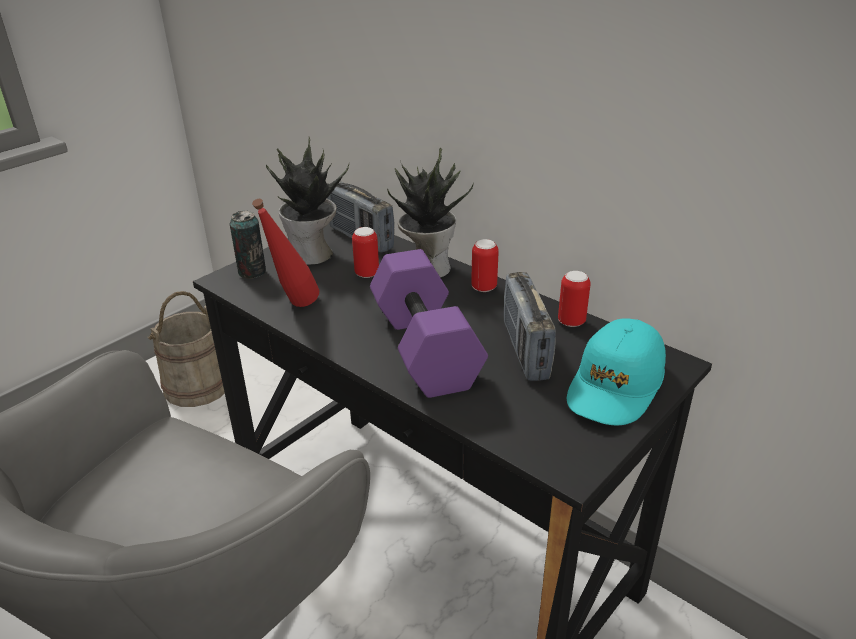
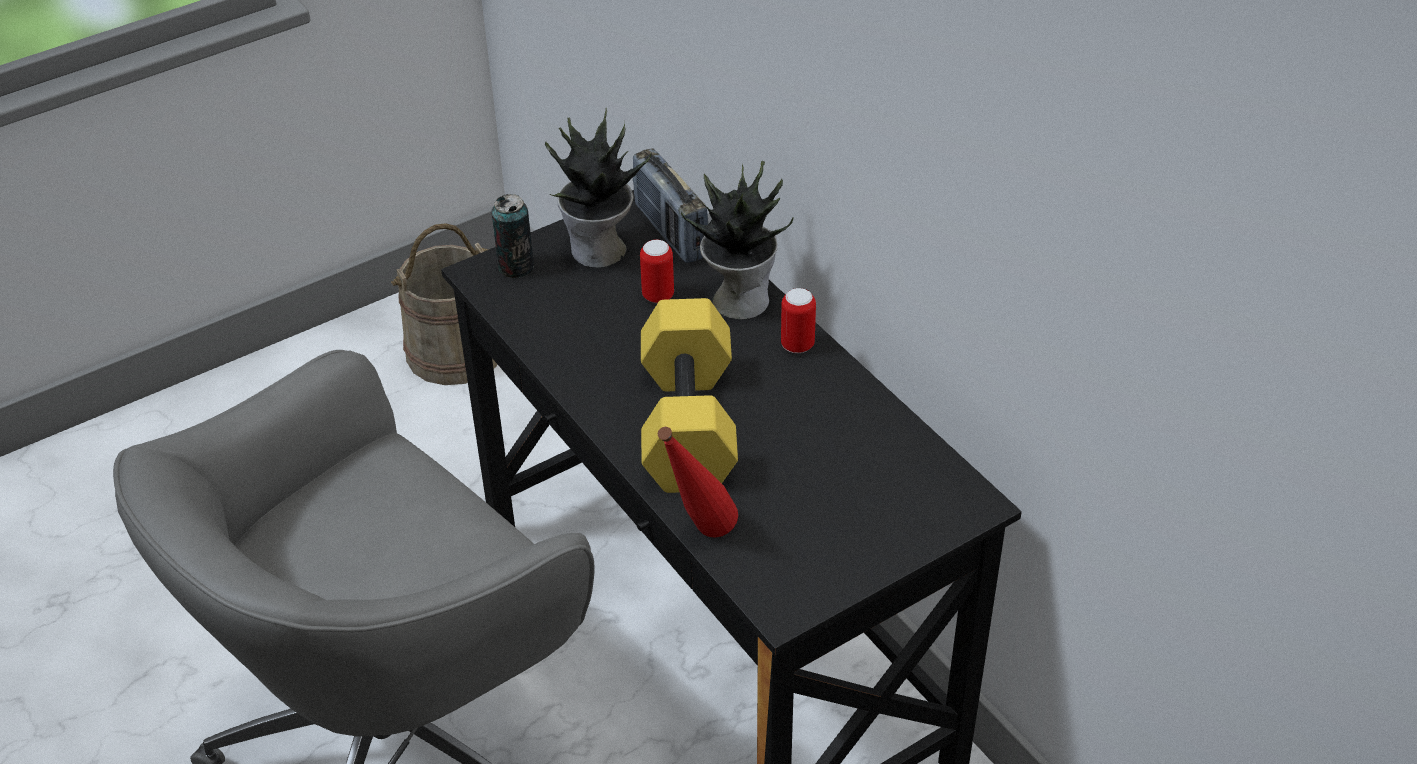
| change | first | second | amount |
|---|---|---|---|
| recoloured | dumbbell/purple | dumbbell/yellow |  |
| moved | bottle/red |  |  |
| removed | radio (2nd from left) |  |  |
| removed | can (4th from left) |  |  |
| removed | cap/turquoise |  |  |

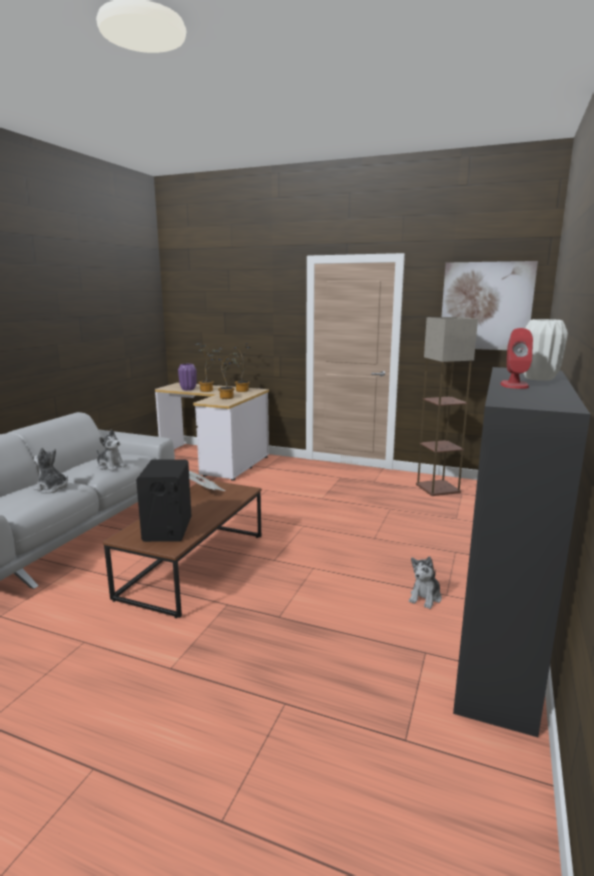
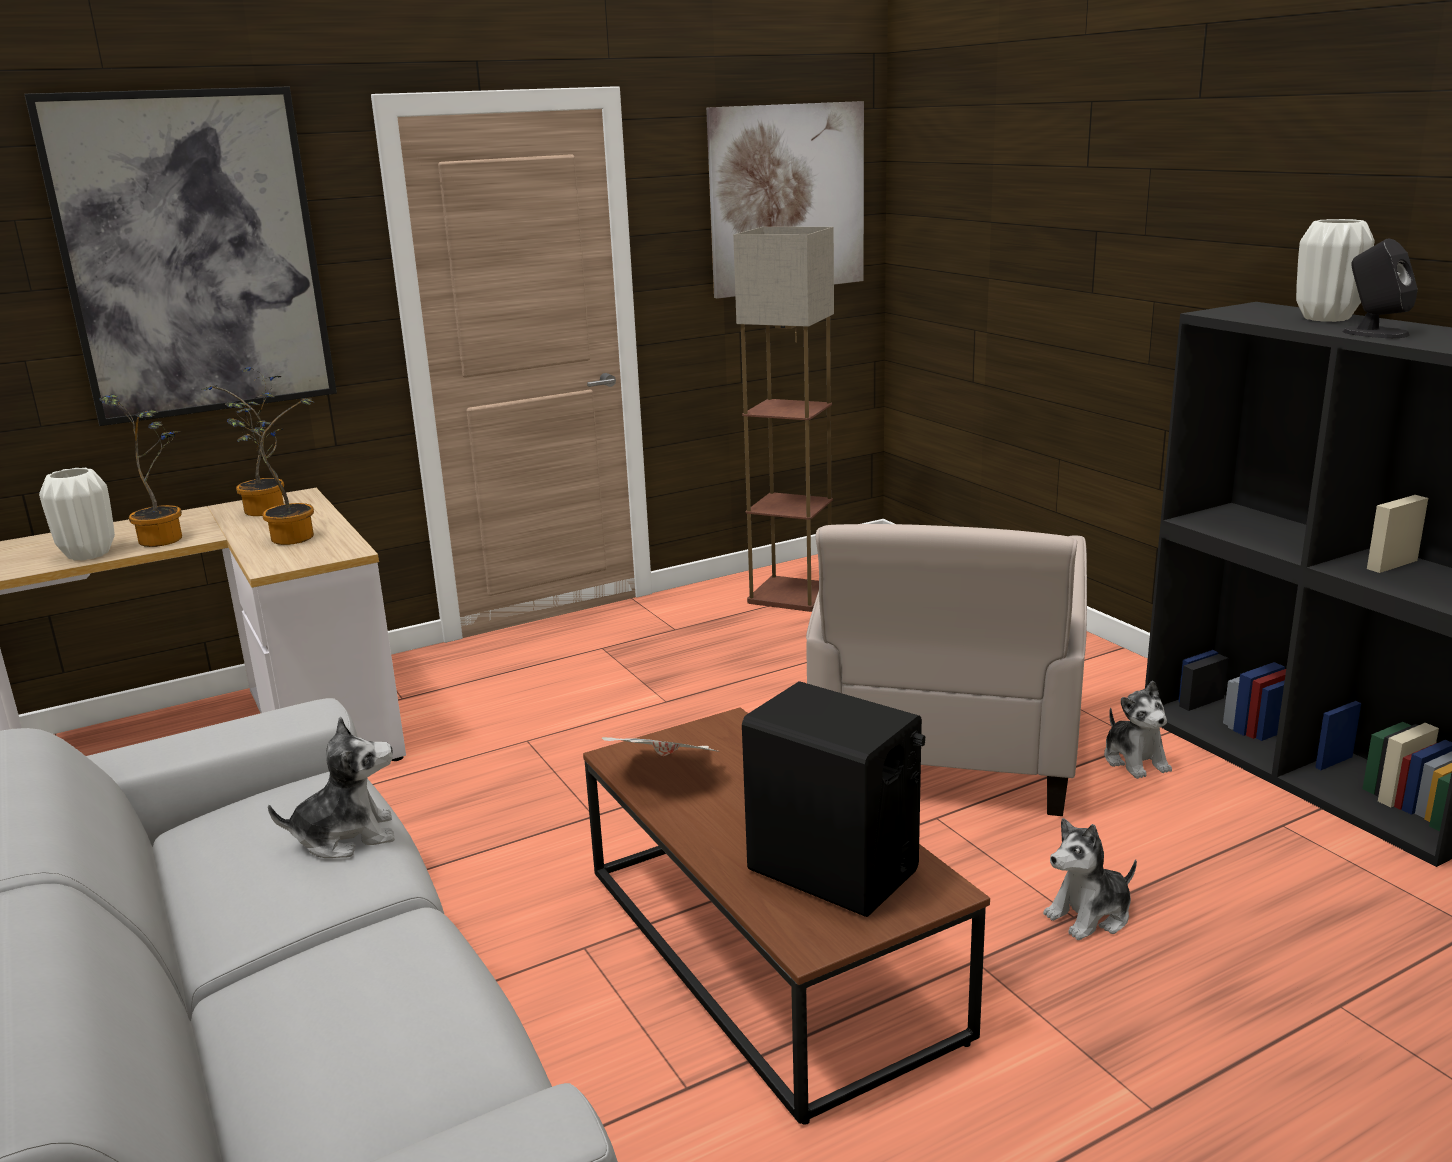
| change | first | second | amount |
|---|---|---|---|
| added |  | picture (1st from left) |  |
| recoloured | vase/purple | vase/white (1st from left) |  |
| added |  | armchair/beige |  |
| moved | plush toy (1st from left in the first image) | plush toy (2nd from left) |  |
| recoloured | speaker/red | speaker/black (2nd from left) |  |

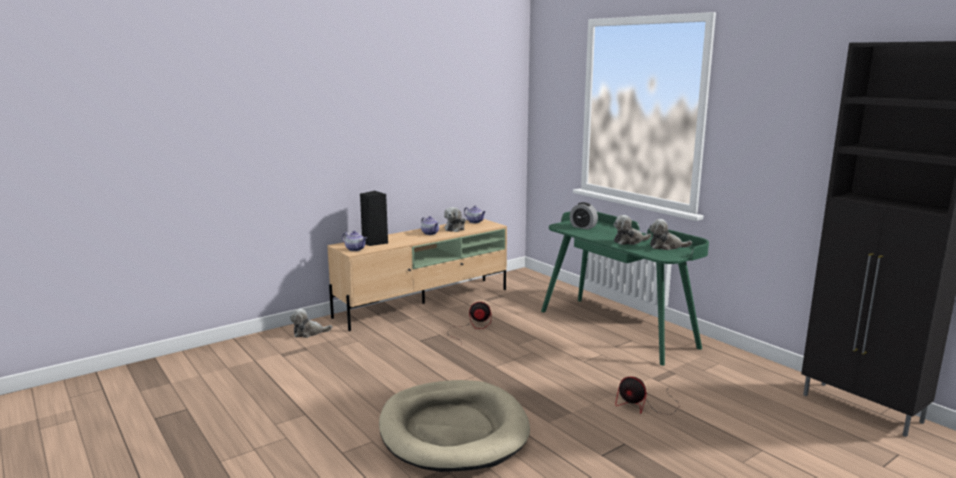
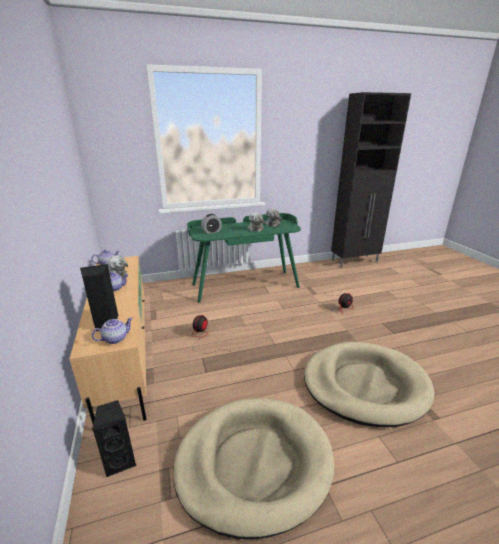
| change | first | second | amount |
|---|---|---|---|
| replaced | plush toy (1st from left) | speaker/black (2nd from left) |  |
| added |  | dog bed/beige (1st from left) |  |

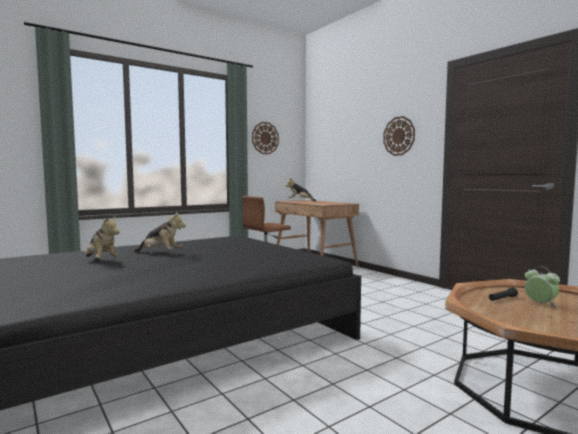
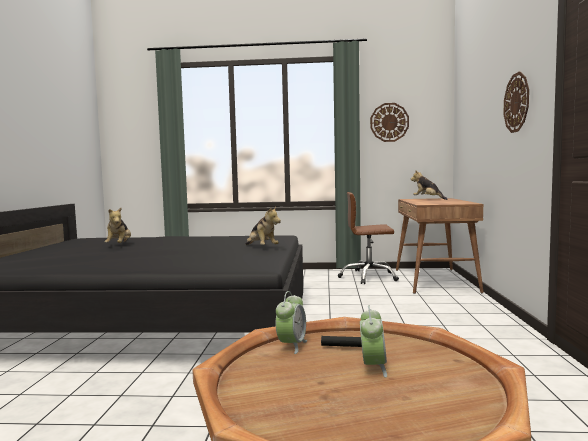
| change | first | second | amount |
|---|---|---|---|
| moved | plush toy (2nd from left) |  |  |
| added |  | alarm clock (1st from left) |  |

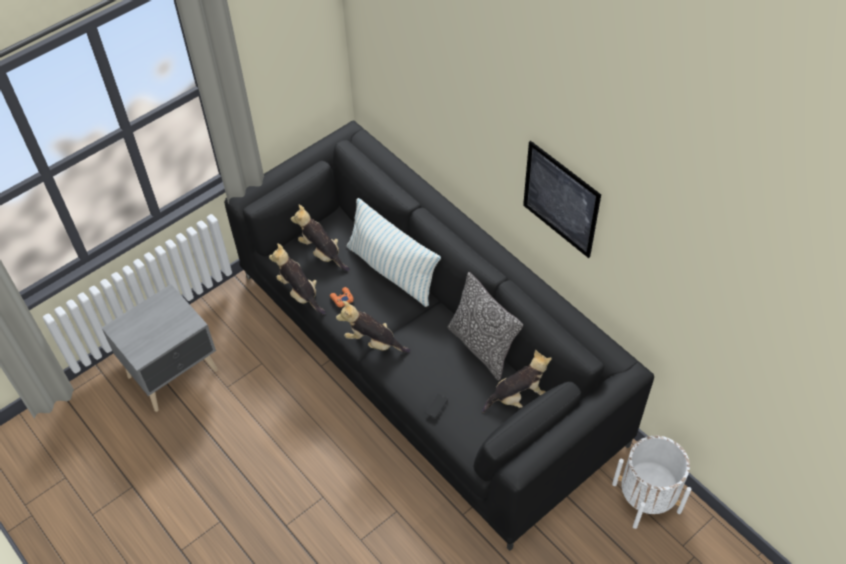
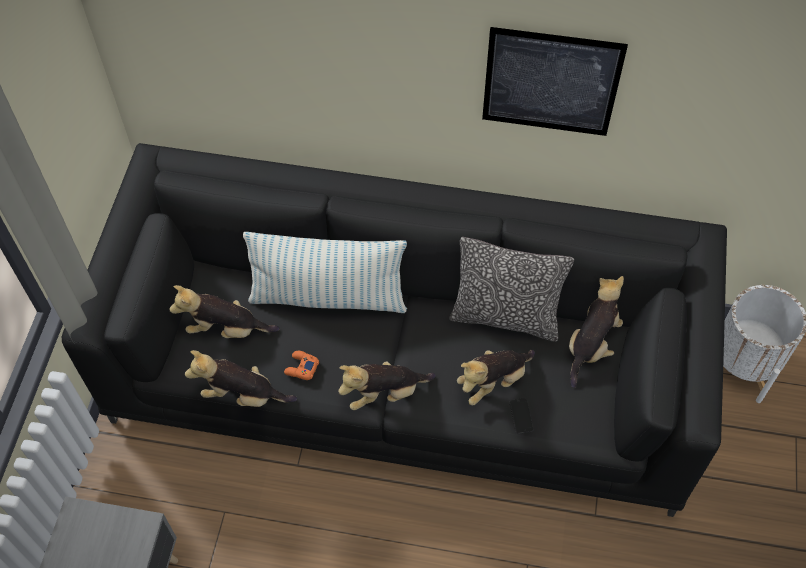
| change | first | second | amount |
|---|---|---|---|
| added |  | plush toy (4th from left) |  |

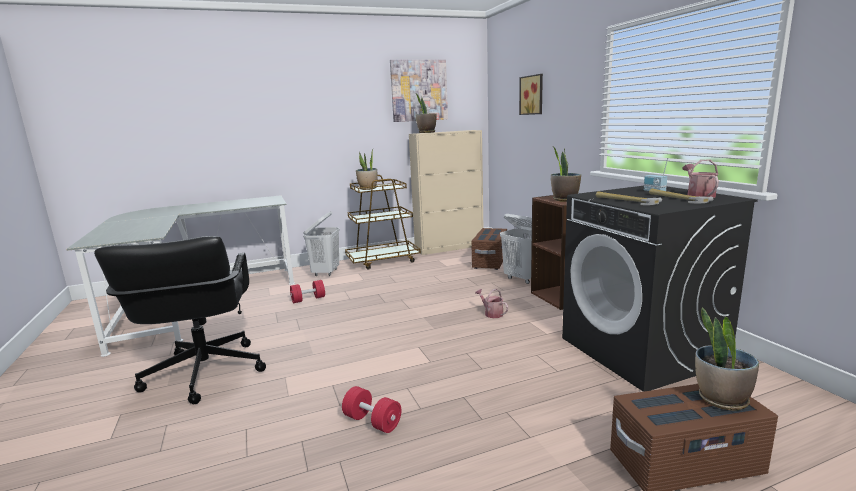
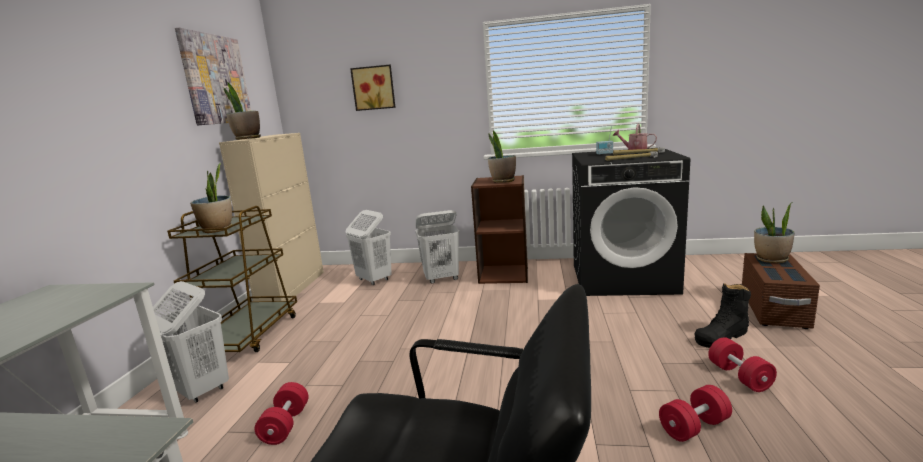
| change | first | second | amount |
|---|---|---|---|
| replaced | storage box/brown (1st from left) | laundry basket/white (2nd from left) |  |
| added |  | boot/black |  |
| added |  | dumbbell/red (3rd from left) |  |
| removed | watering can (1st from left) |  |  |

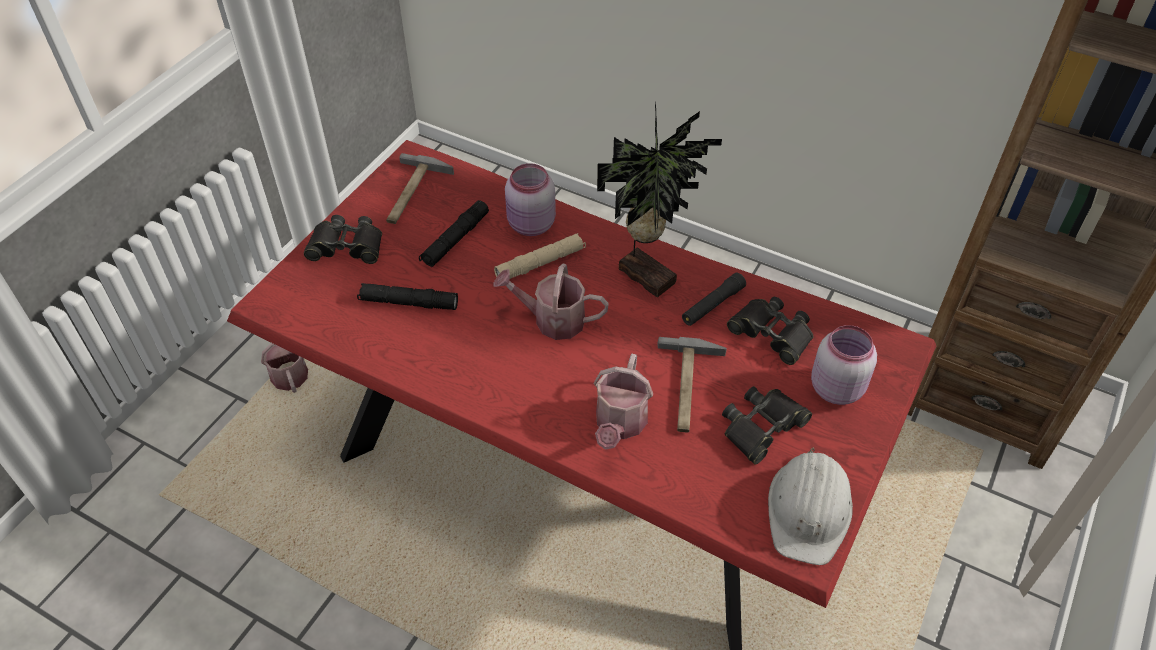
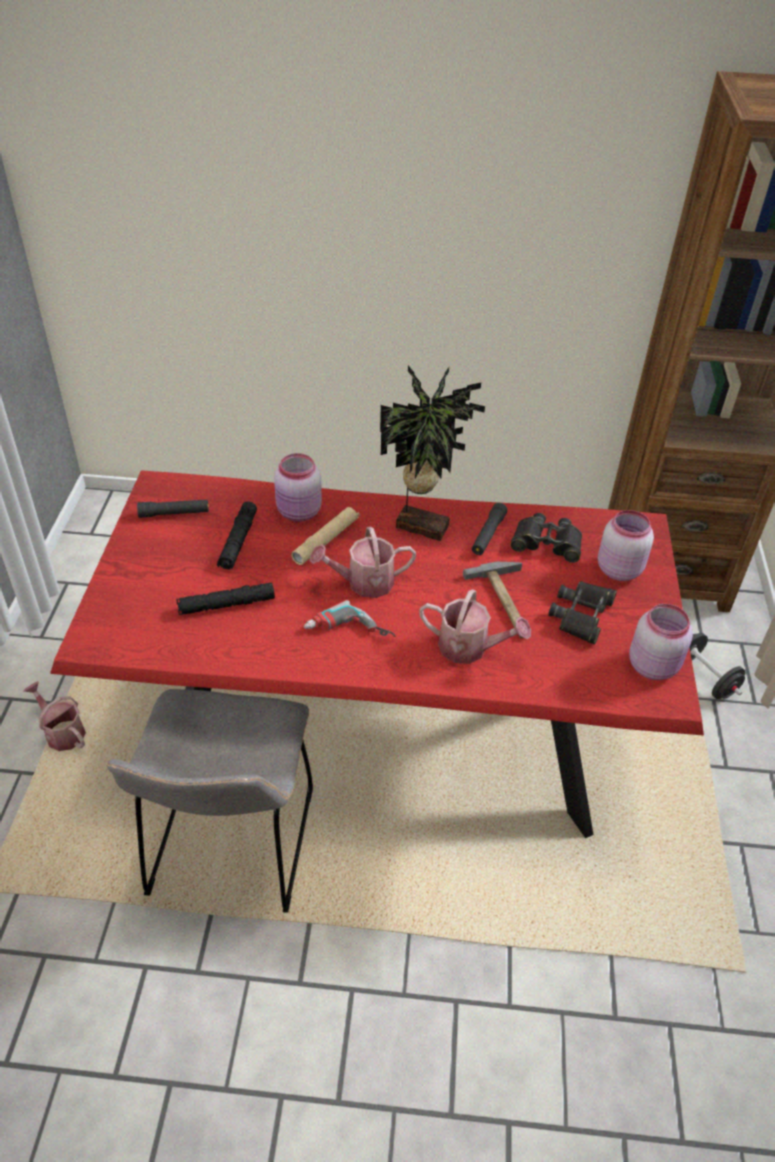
| change | first | second | amount |
|---|---|---|---|
| added |  | chair/grey |  |
| replaced | hammer (1st from left) | flashlight/black (1st from left) |  |
| added |  | power drill |  |
| turned | watering can (3rd from left) |  | 60 degrees counterclockwise |
| replaced | hard hat/white | jar/pink (3rd from left) |  |
| added |  | dumbbell/black |  |
| removed | binoculars/black (1st from left) |  |  |

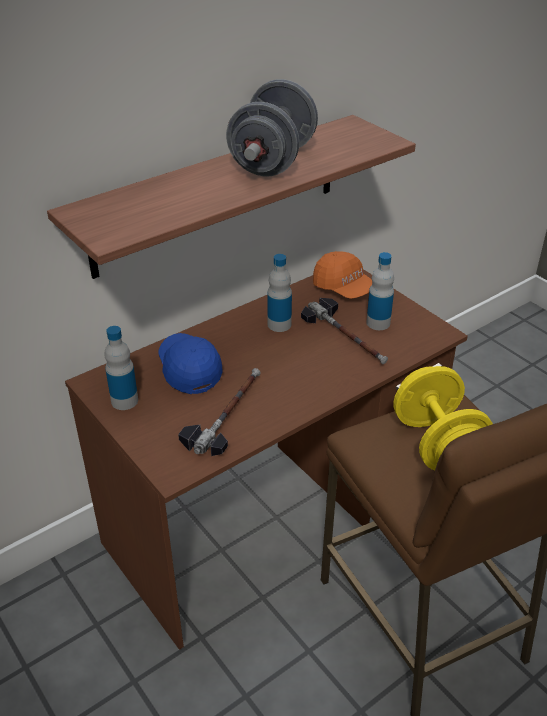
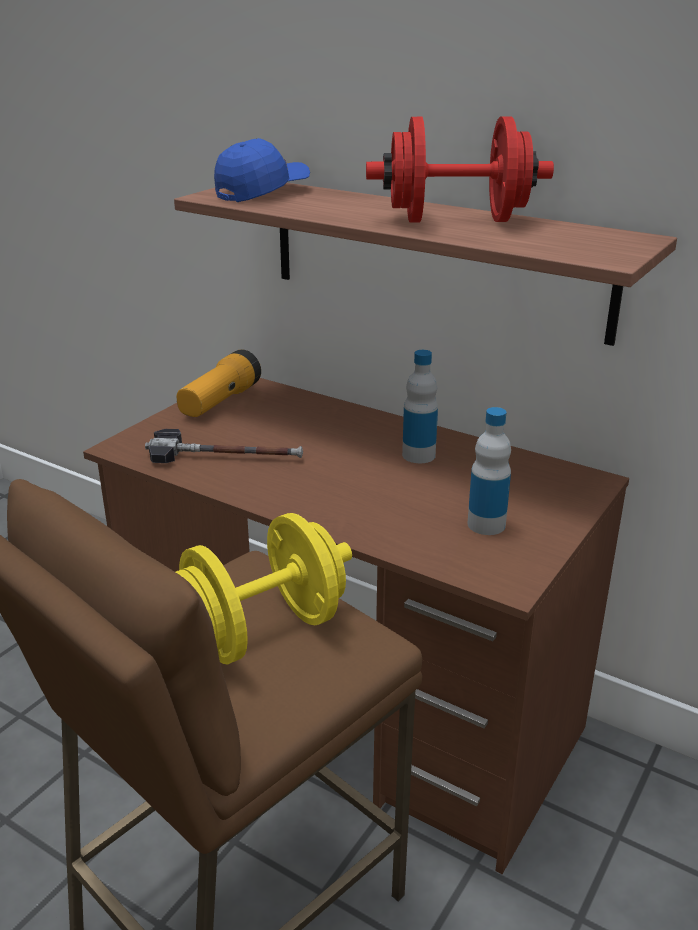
| change | first | second | amount |
|---|---|---|---|
| replaced | bottle (1st from left) | flashlight |  |
| moved | cap/blue |  |  |
| recoloured | dumbbell/grey | dumbbell/red |  |
| removed | hammer (2nd from left) |  |  |
| removed | cap/orange |  |  |

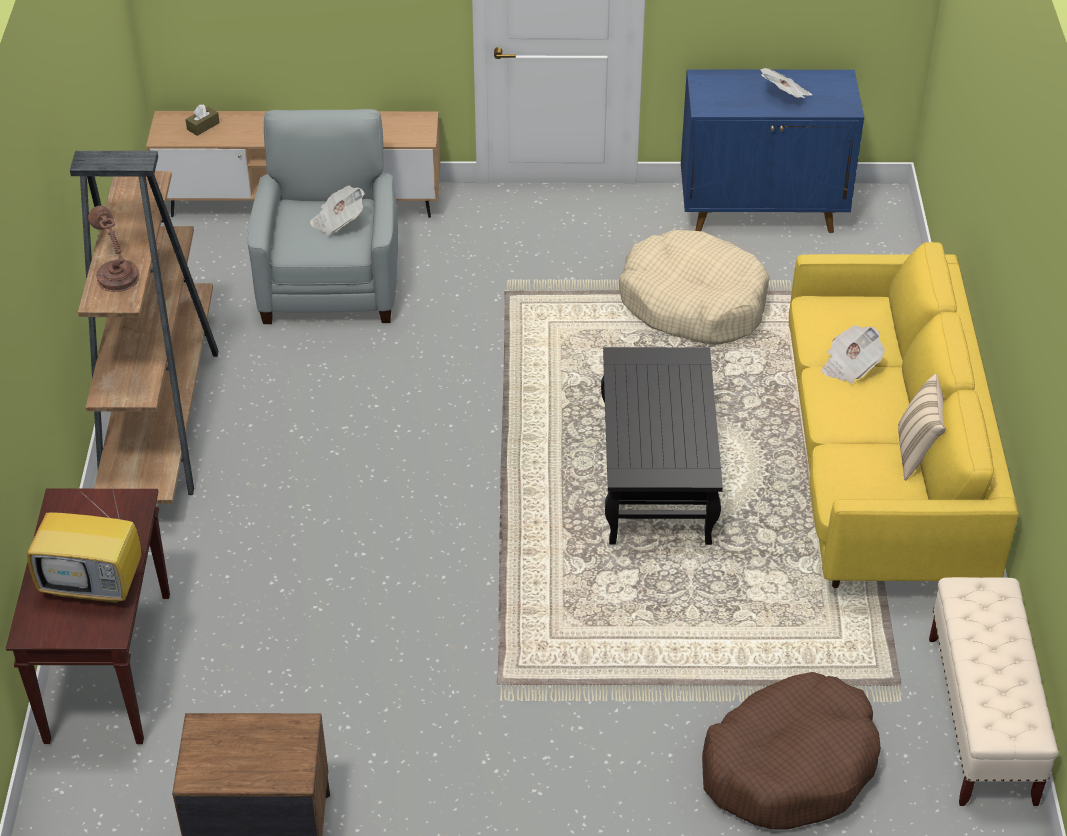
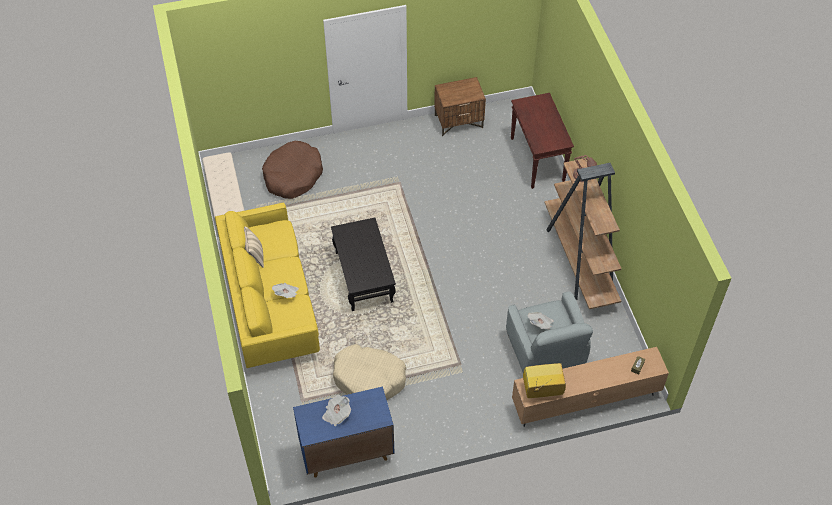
| change | first | second | amount |
|---|---|---|---|
| moved | television |  |  |

